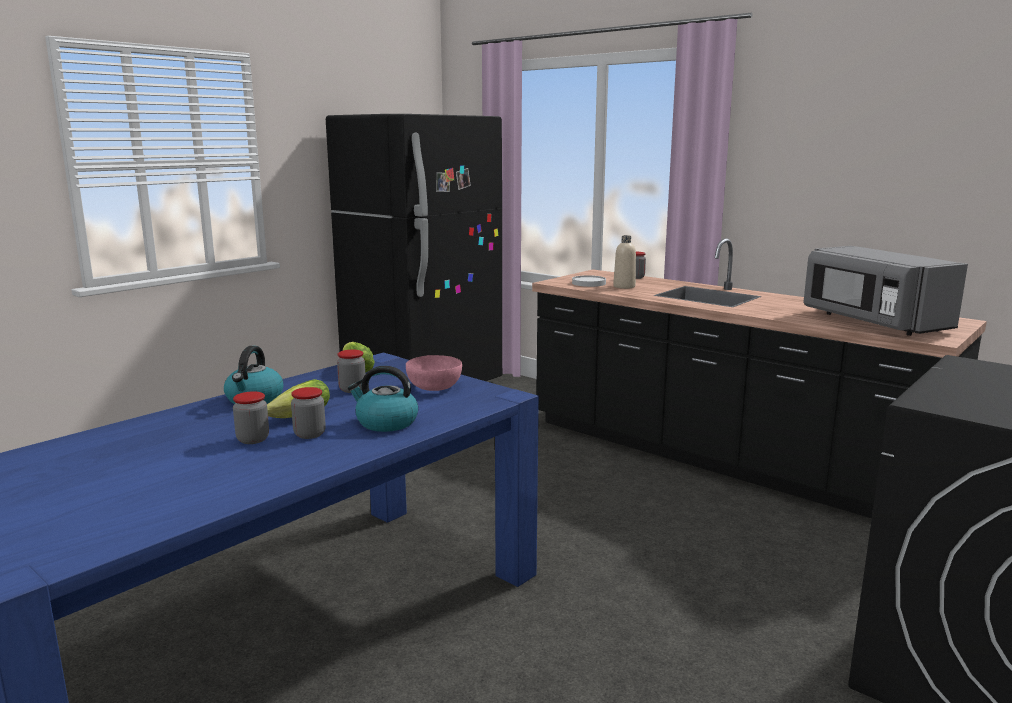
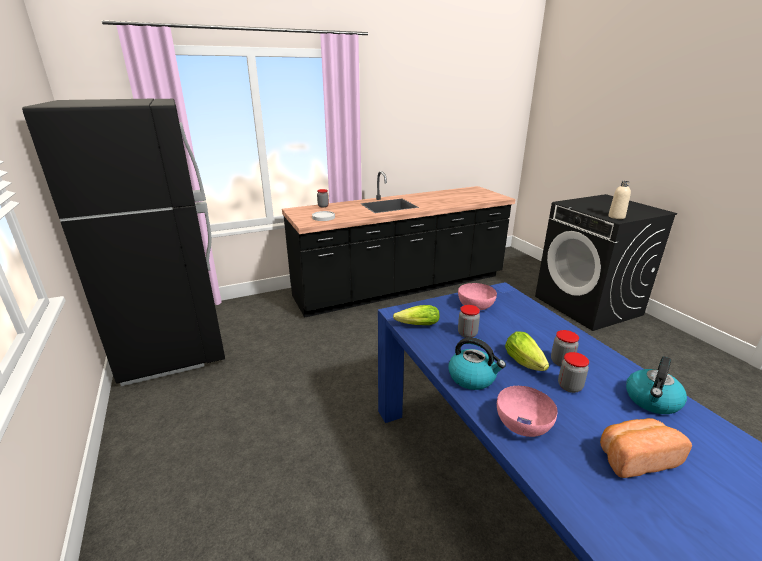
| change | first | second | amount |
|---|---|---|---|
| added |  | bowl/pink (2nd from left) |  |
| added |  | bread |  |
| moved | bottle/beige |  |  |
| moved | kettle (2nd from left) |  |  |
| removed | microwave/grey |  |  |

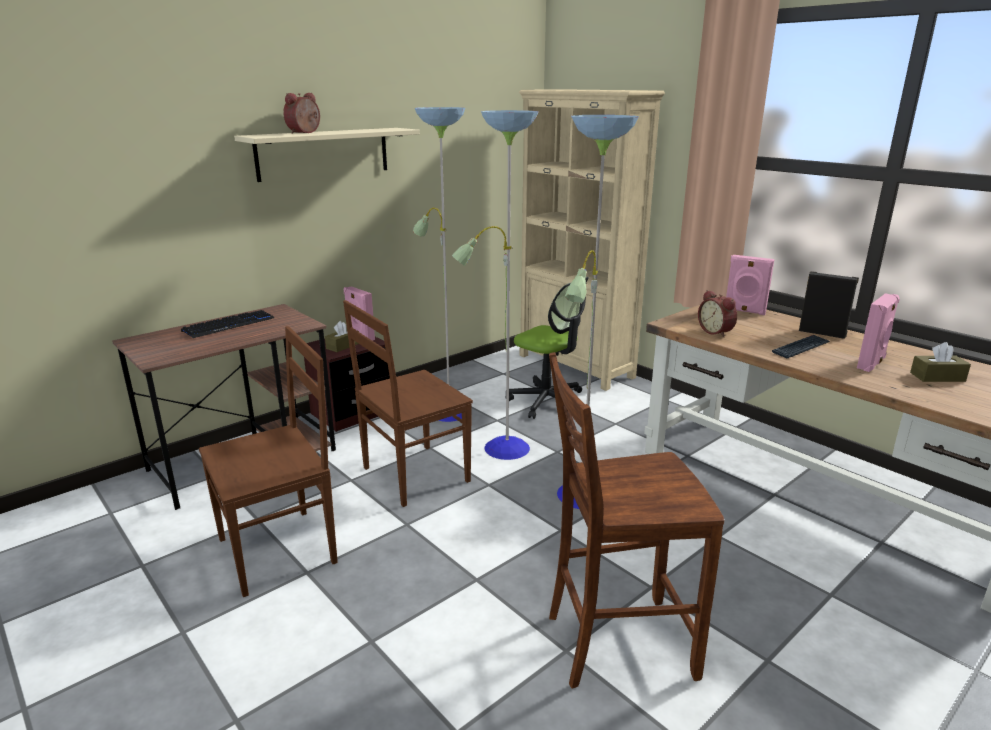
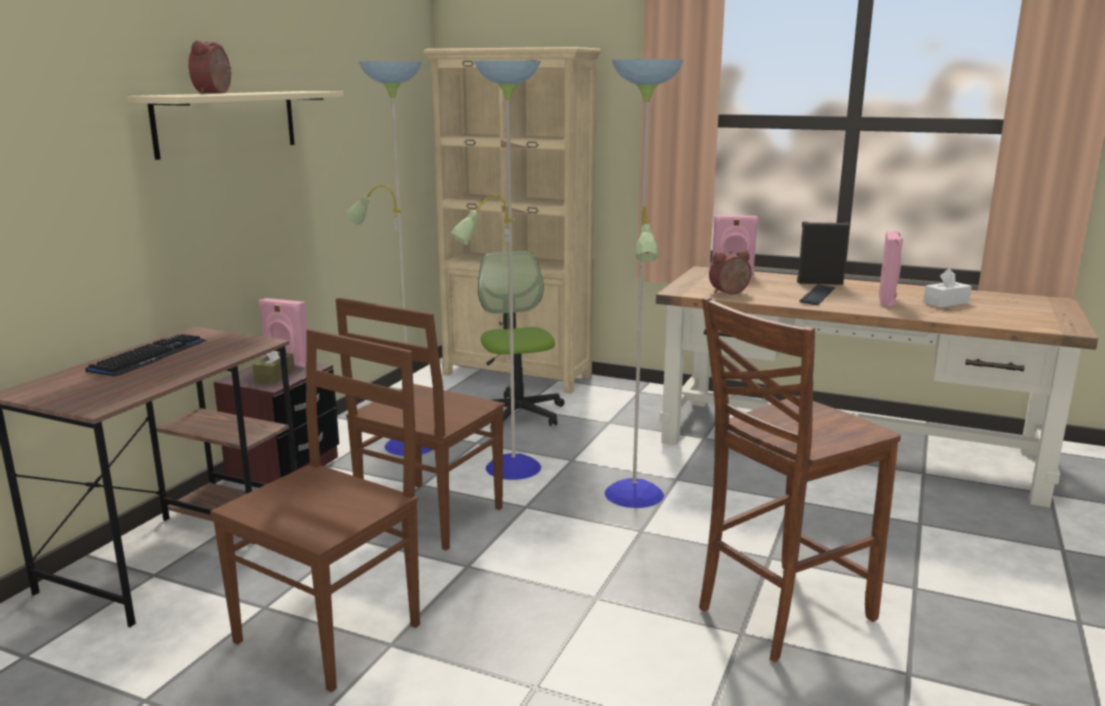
| change | first | second | amount |
|---|---|---|---|
| turned | office chair |  | 120 degrees counterclockwise |
| turned | alarm clock (2nd from left) |  | 120 degrees clockwise |
| recoloured | tissue box/brown (2nd from left) | tissue box/white |  |

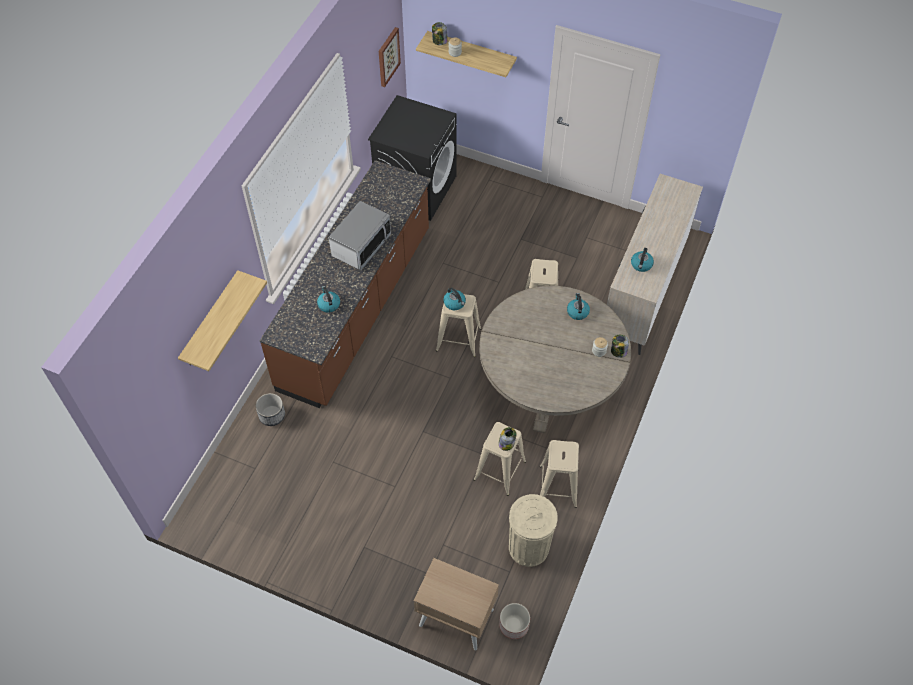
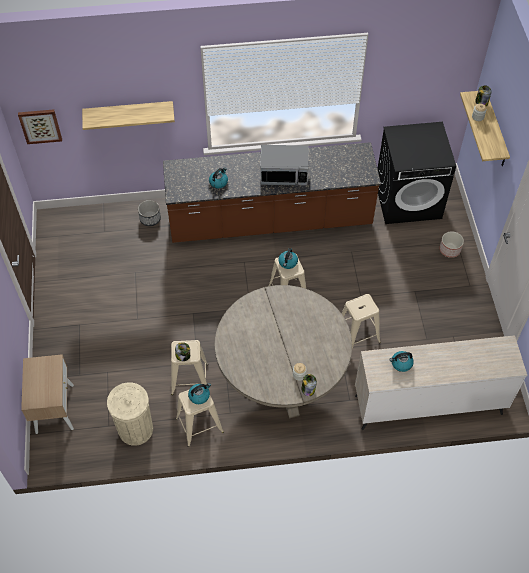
| change | first | second | amount |
|---|---|---|---|
| moved | picture |  |  |
| moved | kettle (3rd from left in the first image) | kettle (1st from left) |  |
| moved | planter (2nd from left) |  |  |

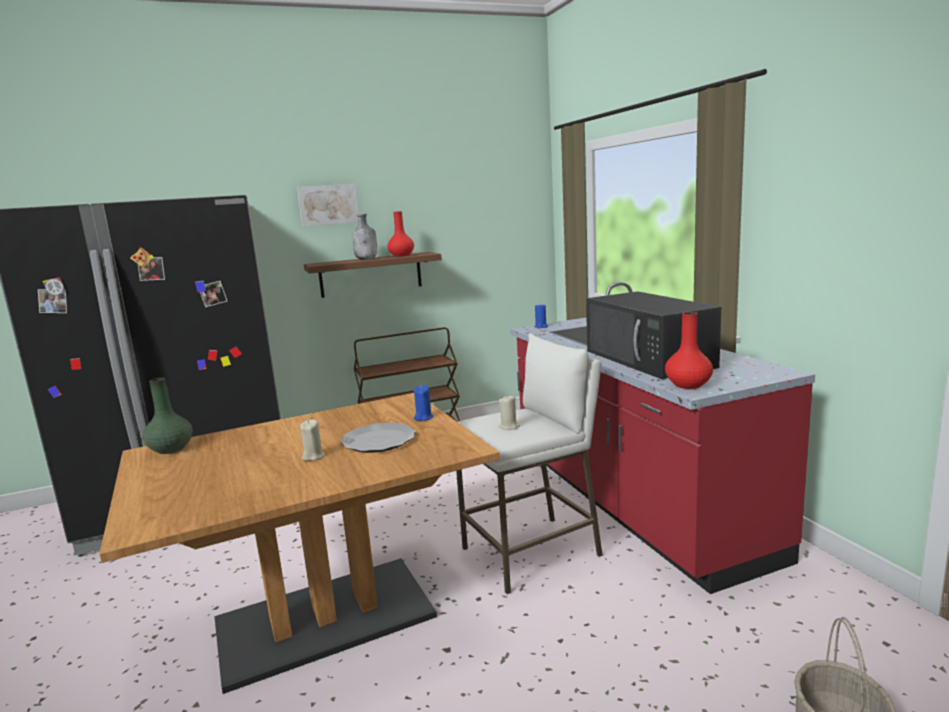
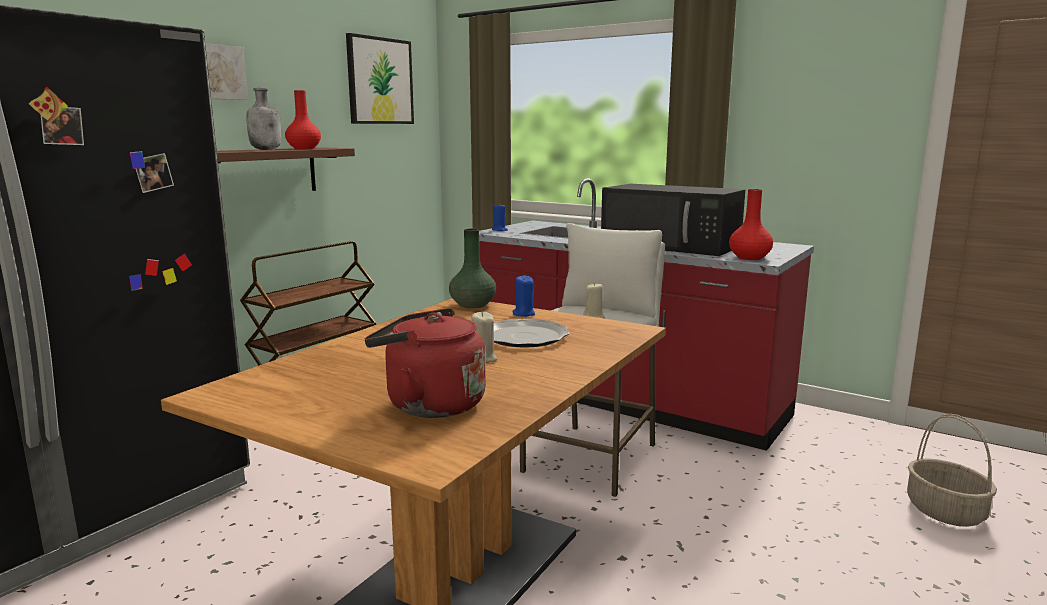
| change | first | second | amount |
|---|---|---|---|
| added |  | picture (2nd from left) |  |
| added |  | kettle/red |  |
| moved | vase/green |  |  |

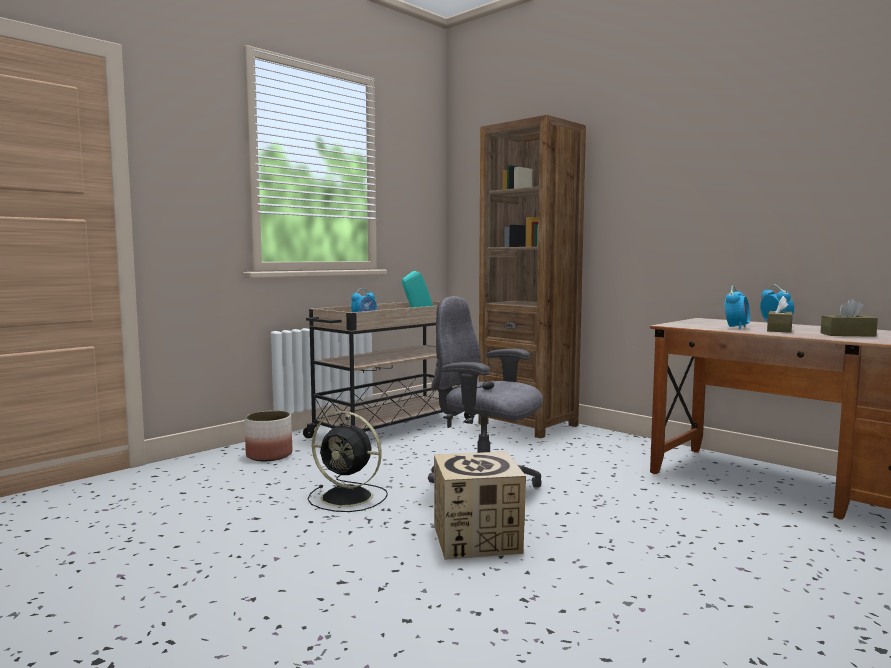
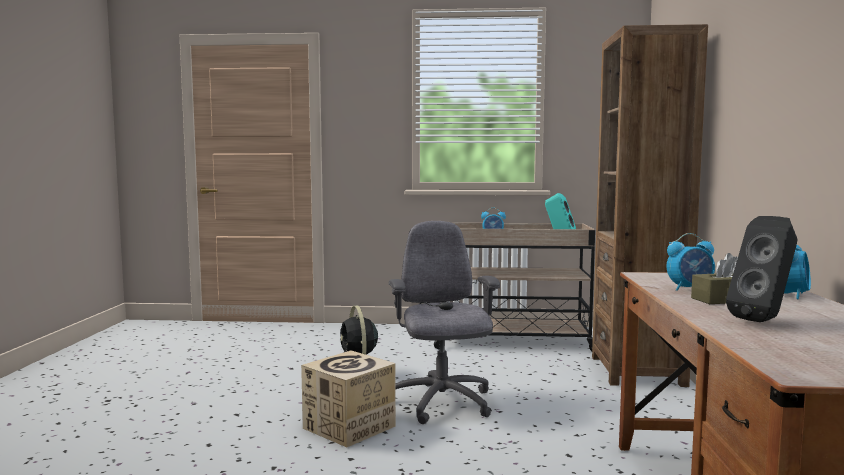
| change | first | second | amount |
|---|---|---|---|
| replaced | tissue box/brown (2nd from left) | speaker/black |  |
| removed | planter |  |  |

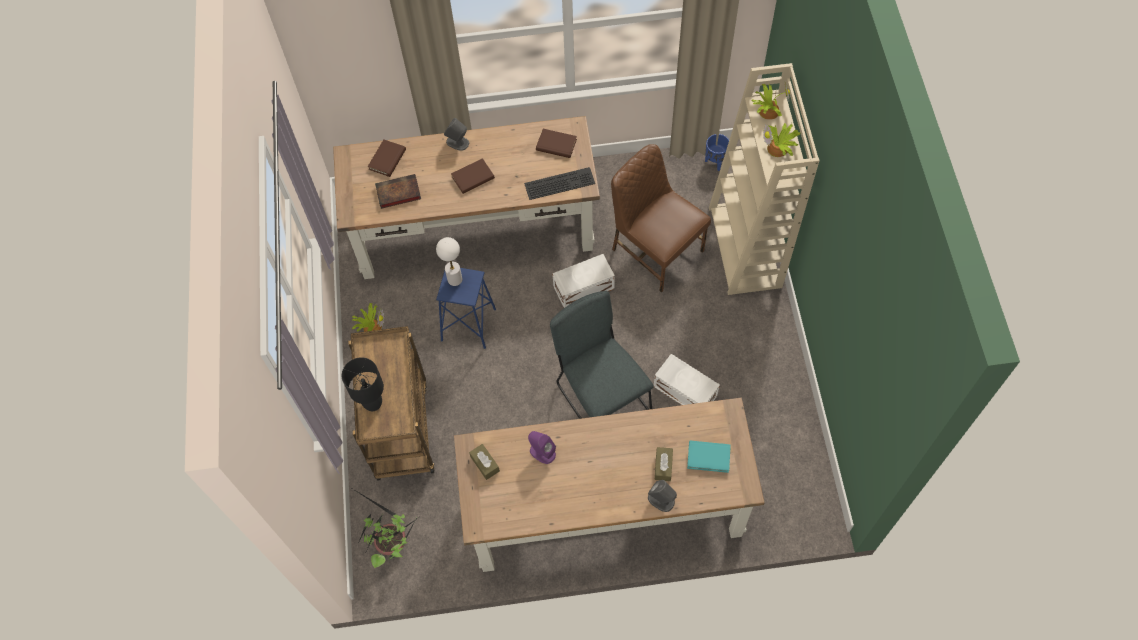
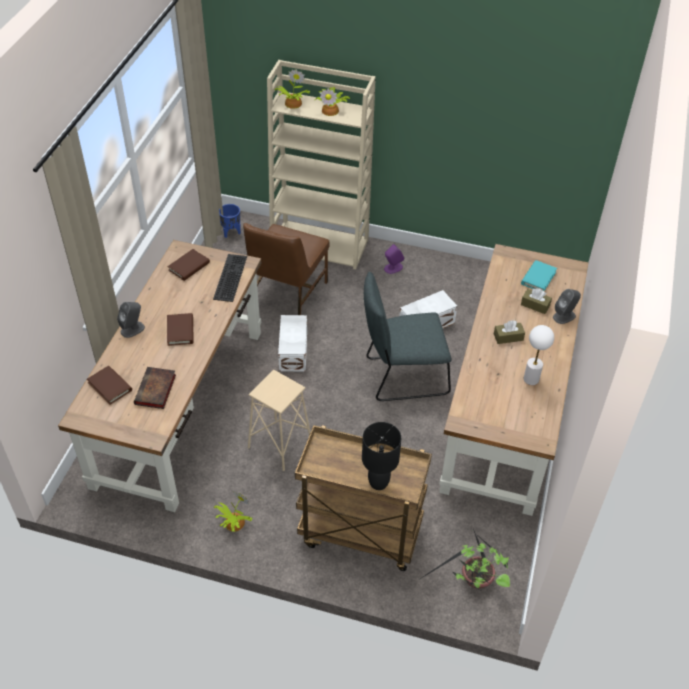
| change | first | second | amount |
|---|---|---|---|
| turned | chair/brown |  | 45 degrees counterclockwise |
| recoloured | stool/blue | stool/beige |  |
| moved | speaker/purple |  |  |
| moved | tissue box/brown (1st from left) |  |  |
| moved | table lamp/white |  |  |

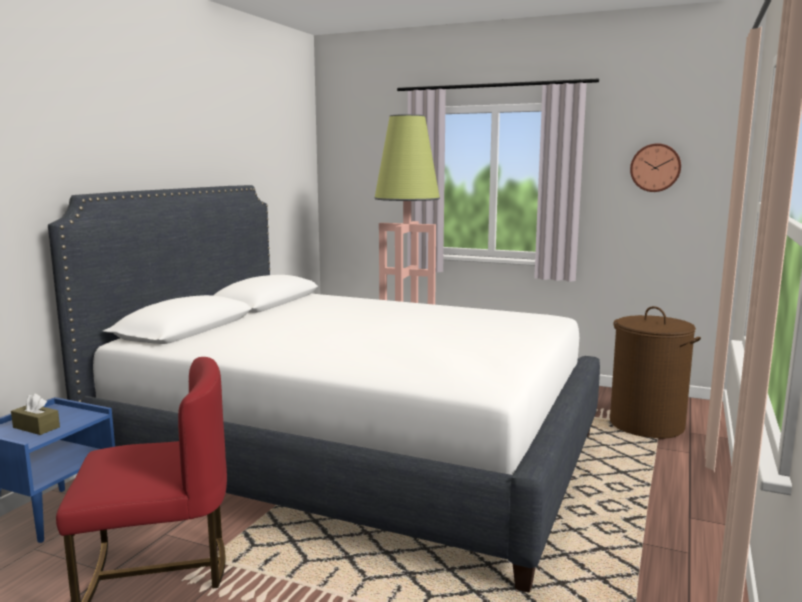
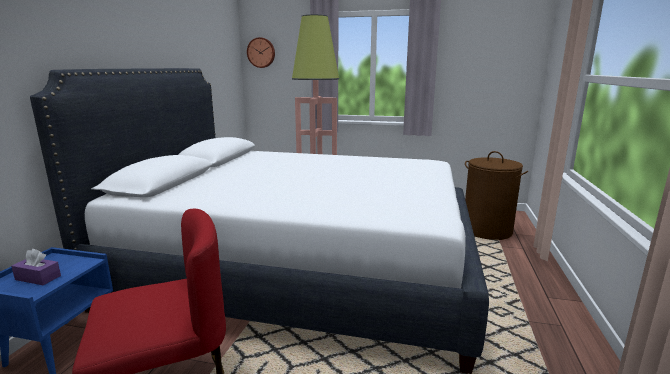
| change | first | second | amount |
|---|---|---|---|
| recoloured | tissue box/brown | tissue box/purple |  |
| moved | wall clock |  |  |

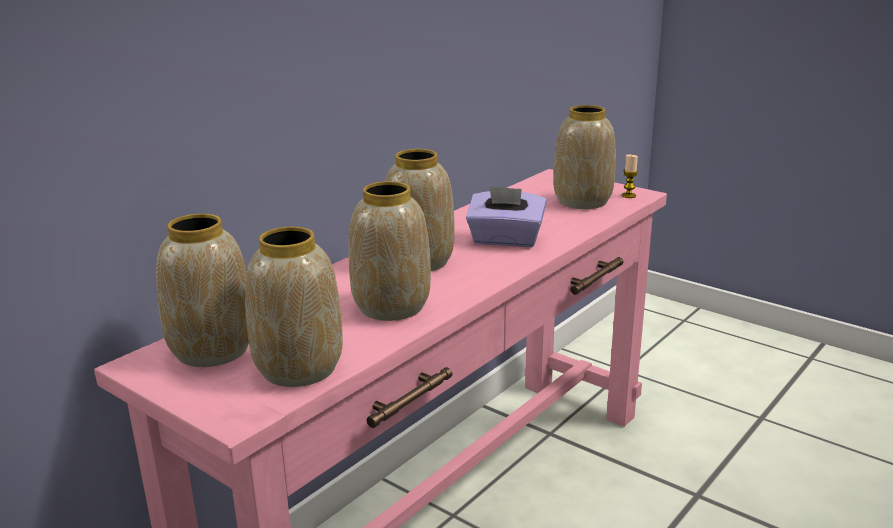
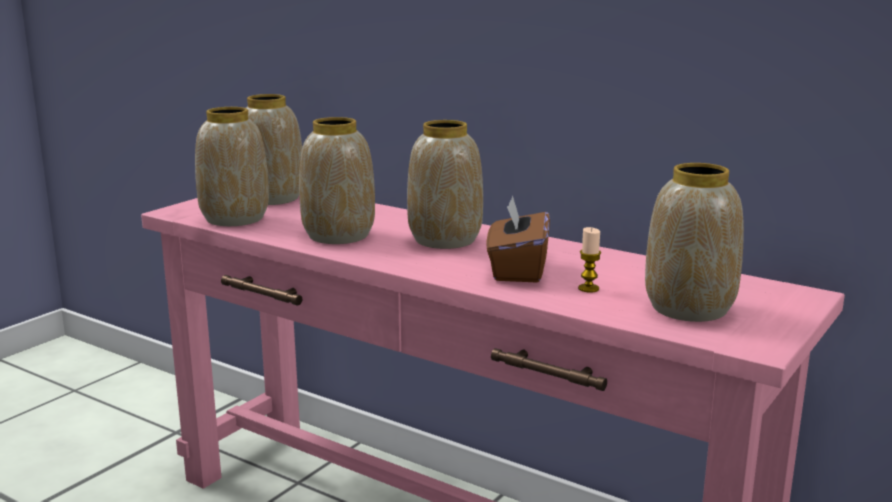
| change | first | second | amount |
|---|---|---|---|
| recoloured | tissue box/purple | tissue box/brown |  |
| moved | candle |  |  |

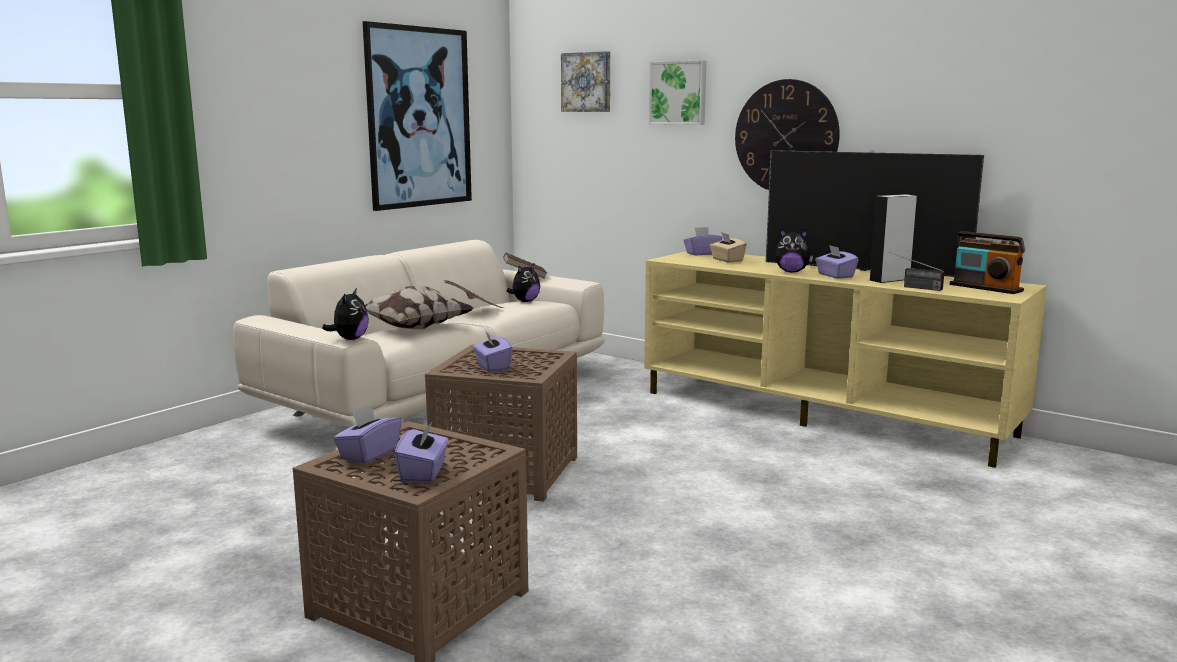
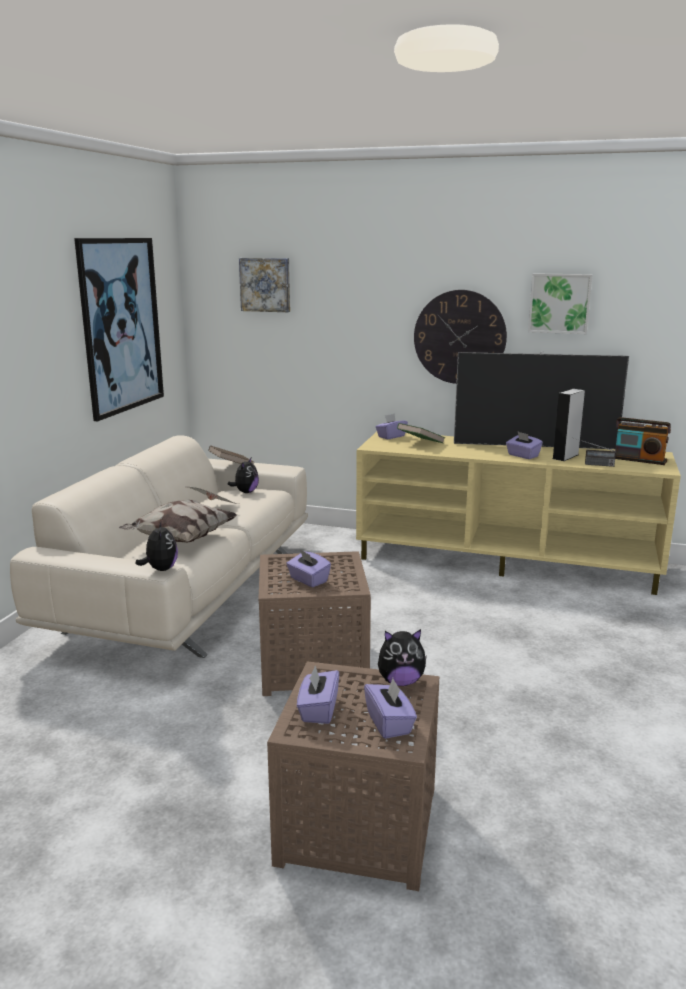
| change | first | second | amount |
|---|---|---|---|
| moved | plush toy (3rd from left) |  |  |
| replaced | tissue box/beige | book/green |  |
| moved | picture (3rd from left) |  |  |

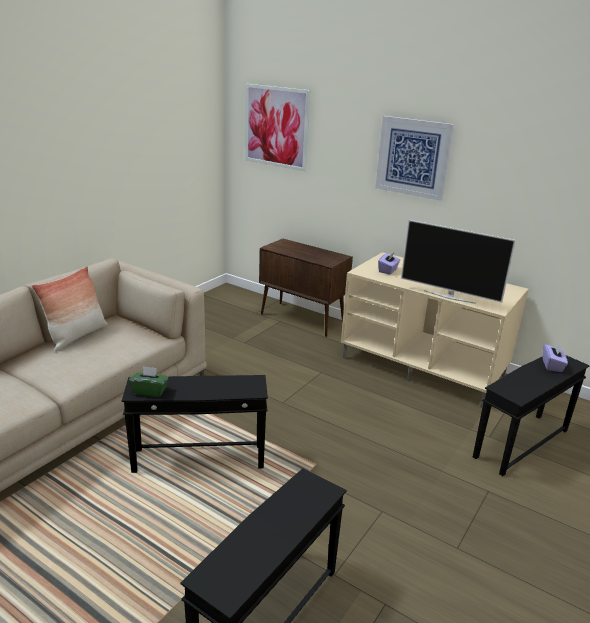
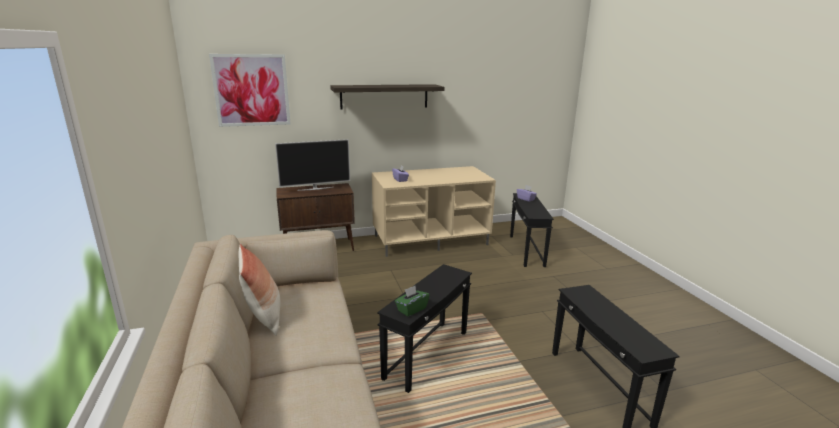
| change | first | second | amount |
|---|---|---|---|
| moved | television |  |  |
| replaced | picture (2nd from left) | shelf |  |

